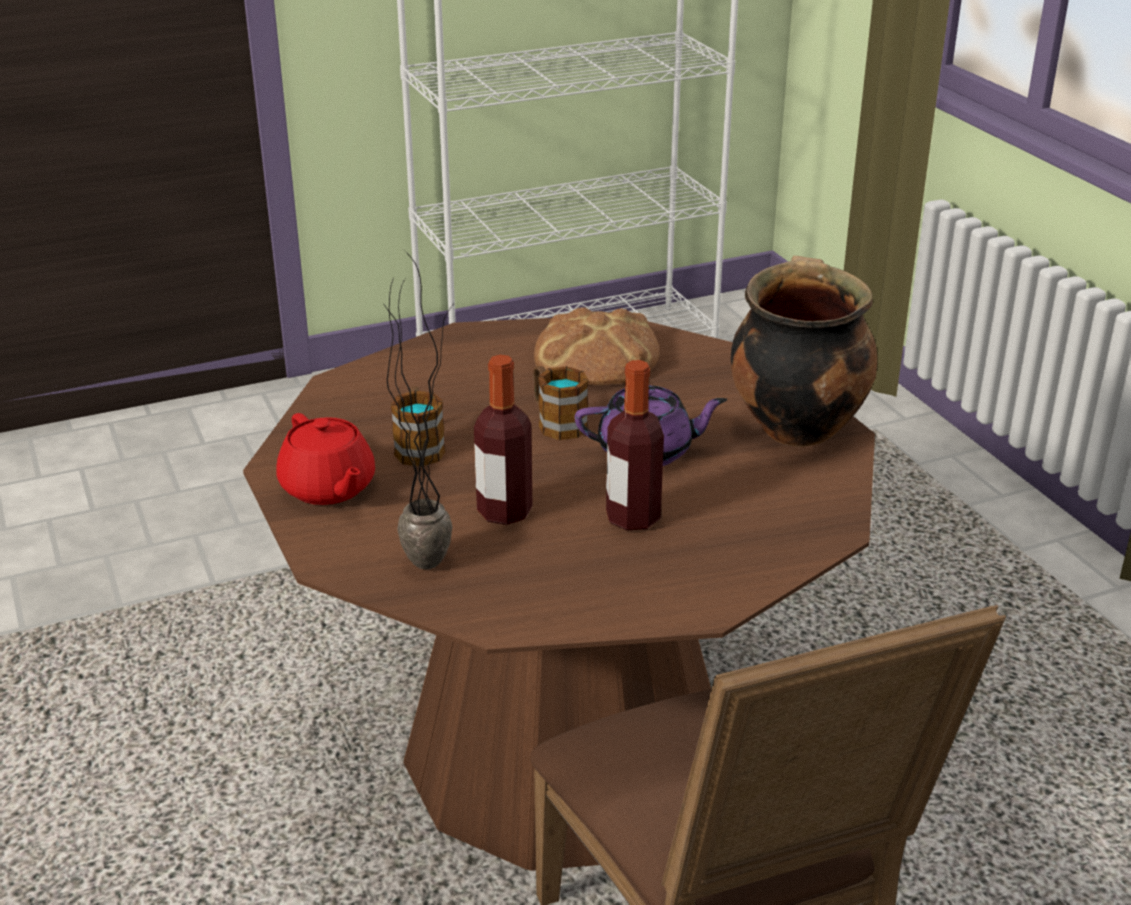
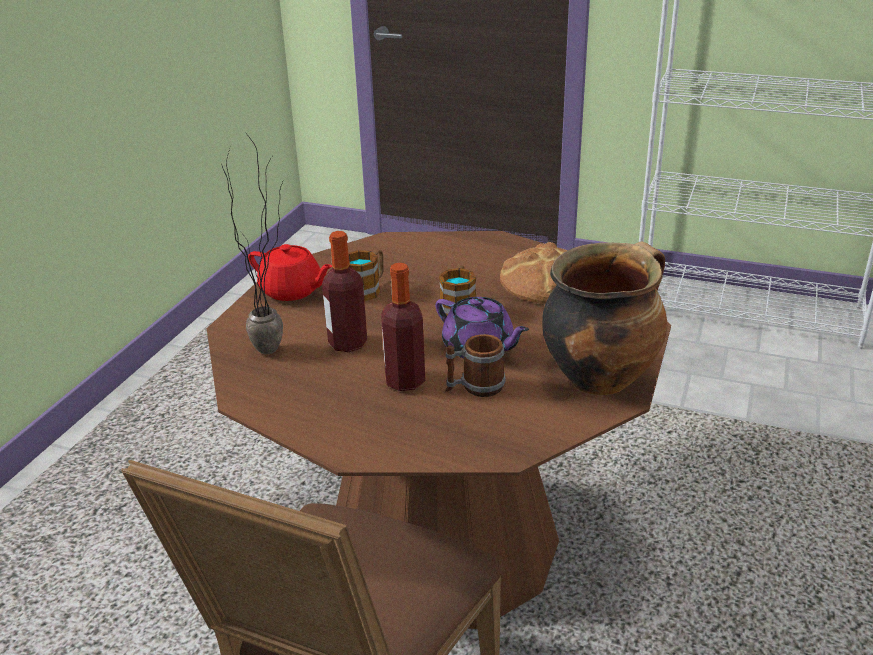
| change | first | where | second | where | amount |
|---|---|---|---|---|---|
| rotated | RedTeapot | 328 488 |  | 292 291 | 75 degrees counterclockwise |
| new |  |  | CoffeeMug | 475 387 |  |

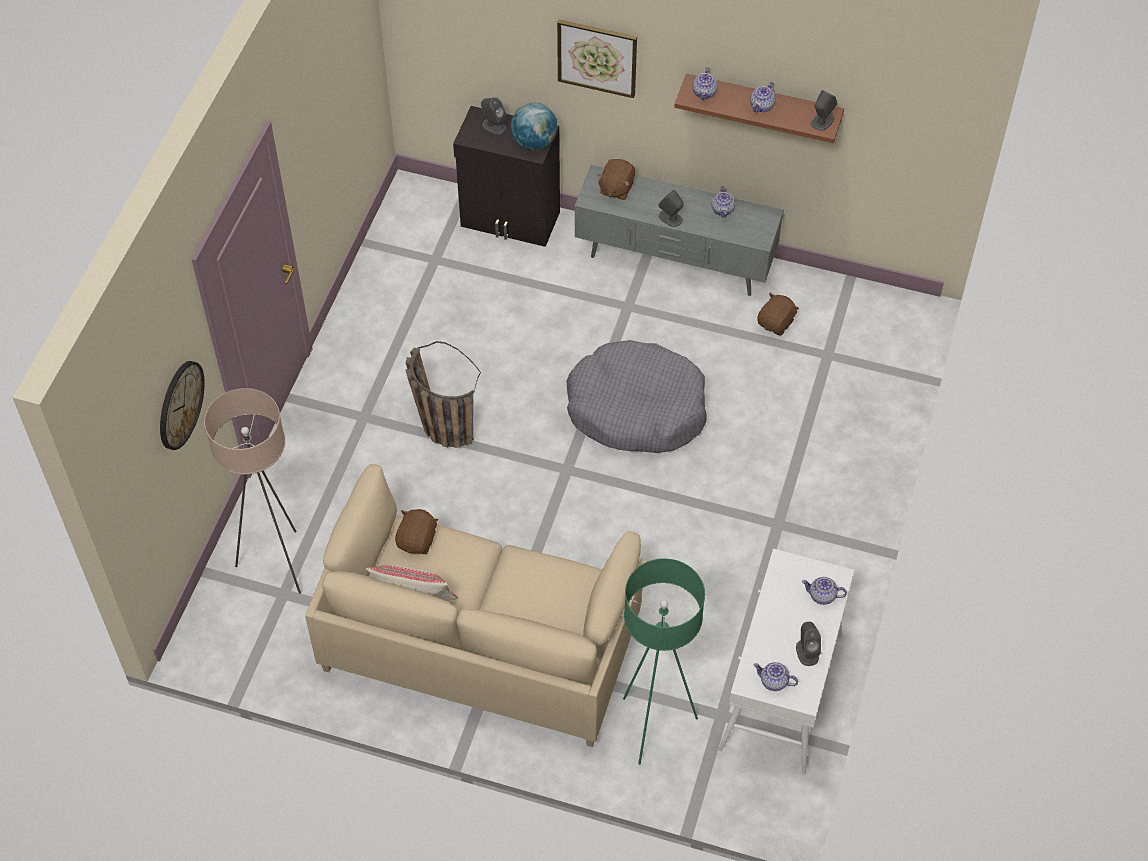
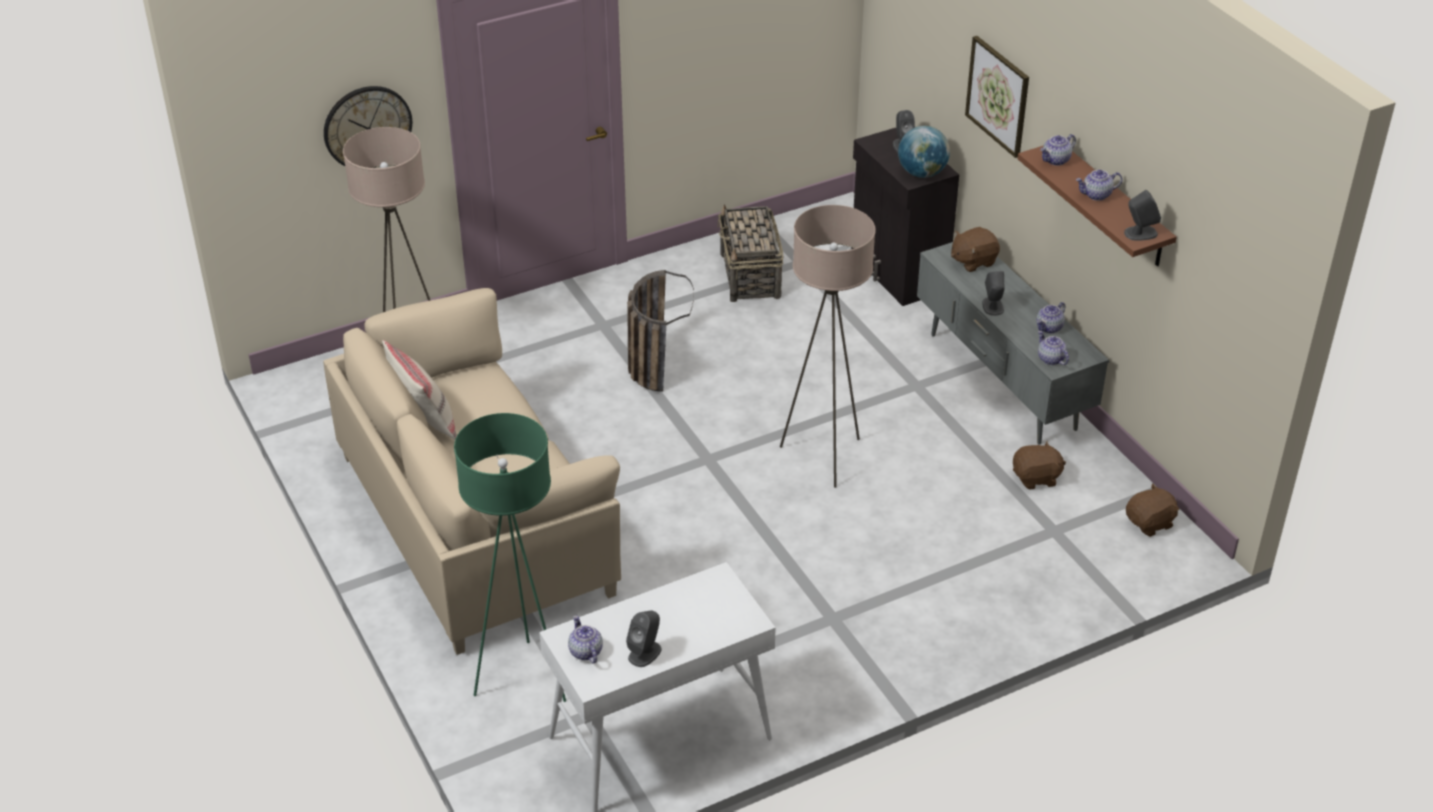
| change | first | where | second | where | amount |
|---|---|---|---|---|---|
| swapped | GrayDogCushion | 636 408 | SandColouredStandingLamp | 824 457 |  |
| shifted | BrownishSoftToy | 417 540 |  | 1150 523 |  |
| shifted | Teapot | 822 596 |  | 1050 359 |  |
| new |  |  | Basket | 750 276 |  |

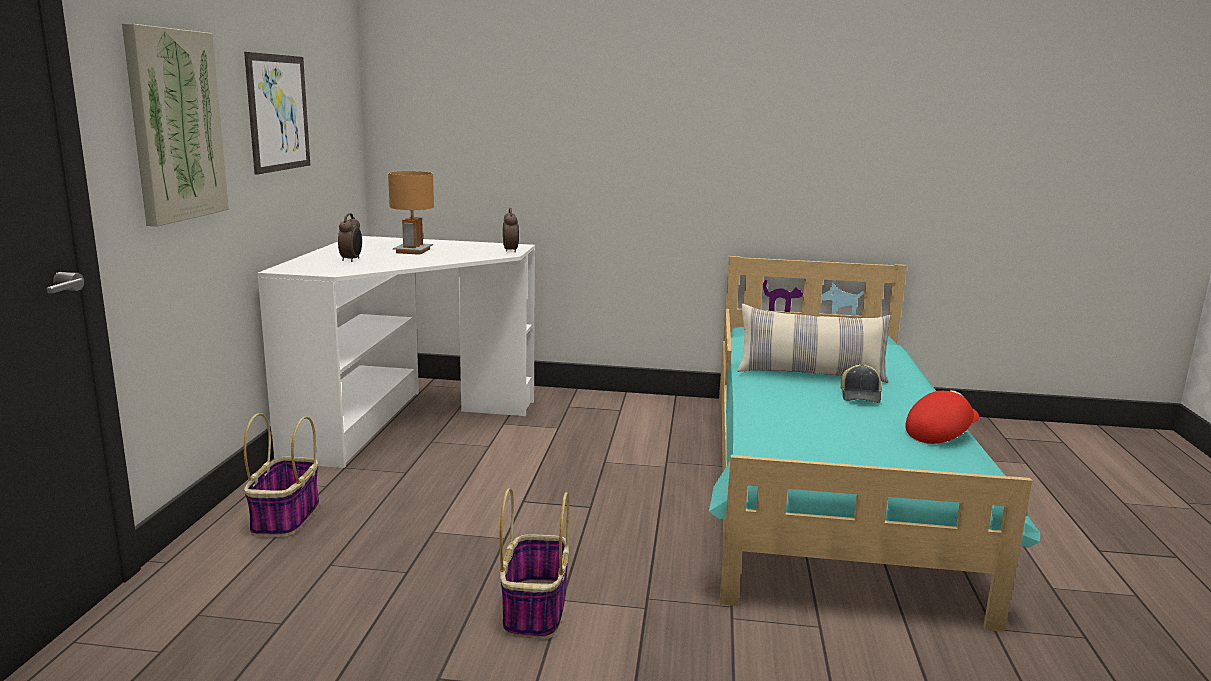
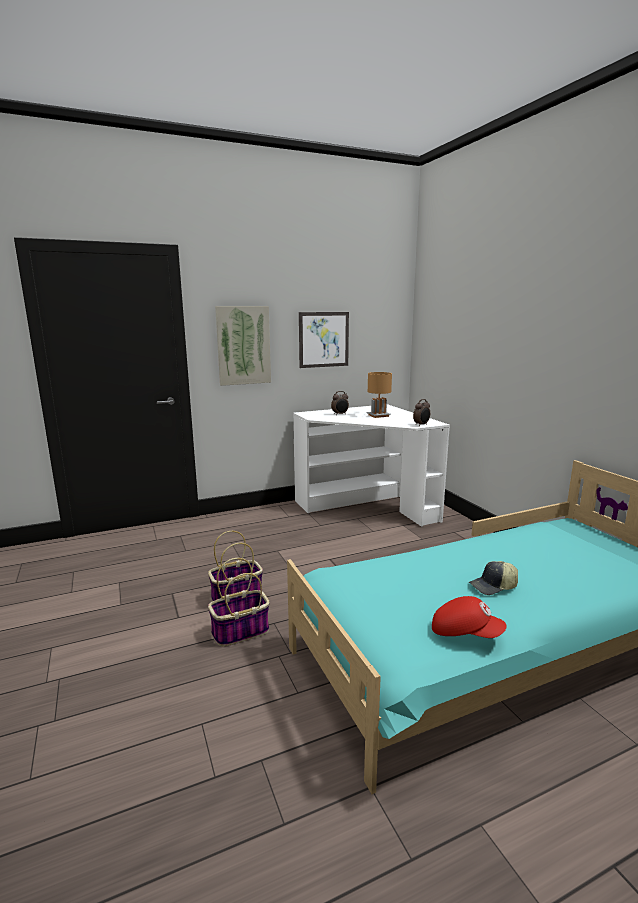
| change | first | where | second | where | amount |
|---|---|---|---|---|---|
| gone | ThrowPillow | 810 374 |  |  |  |
| shifted | Basket | 286 518 |  | 240 632 |  |

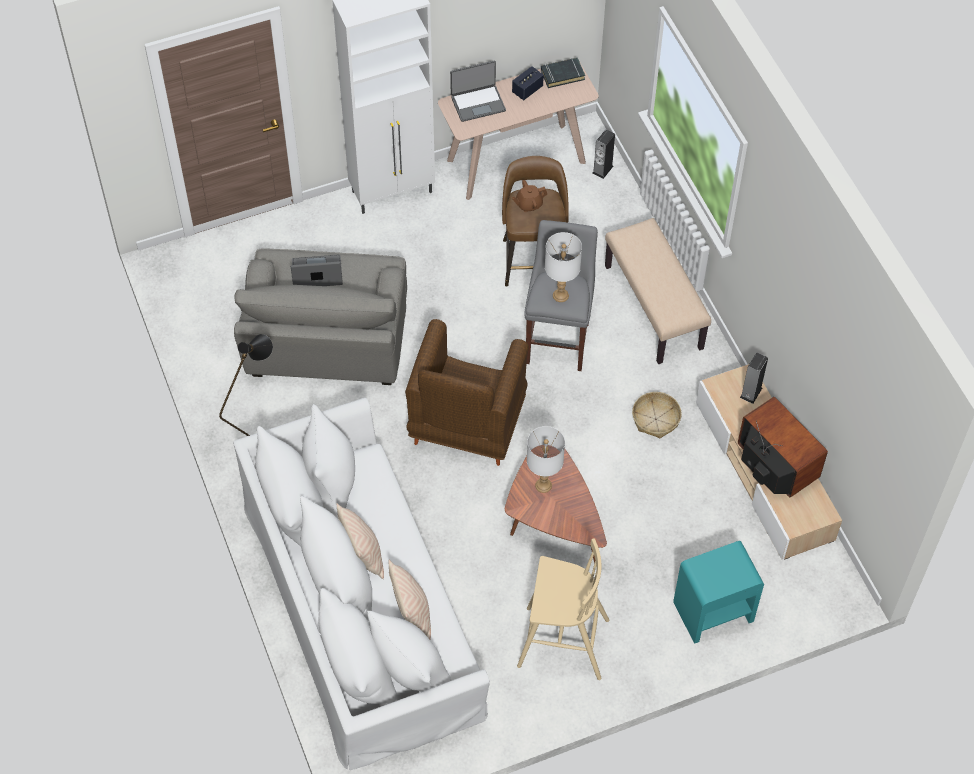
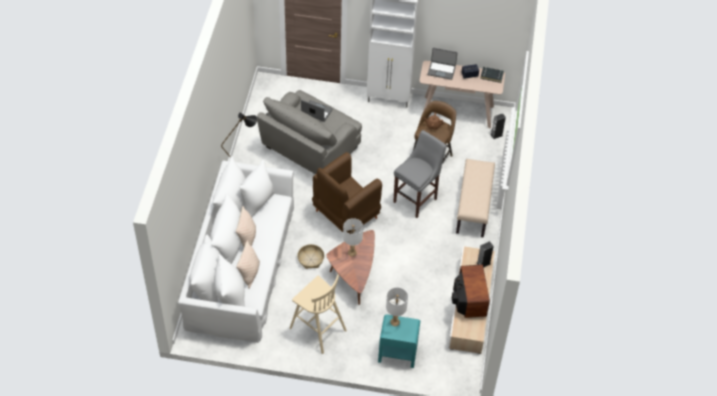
| change | first | where | second | where | amount |
|---|---|---|---|---|---|
| shifted | WhiteColouredTabletopLamp | 560 295 |  | 394 322 |  |
| shifted | Basket | 656 419 |  | 311 259 |  |

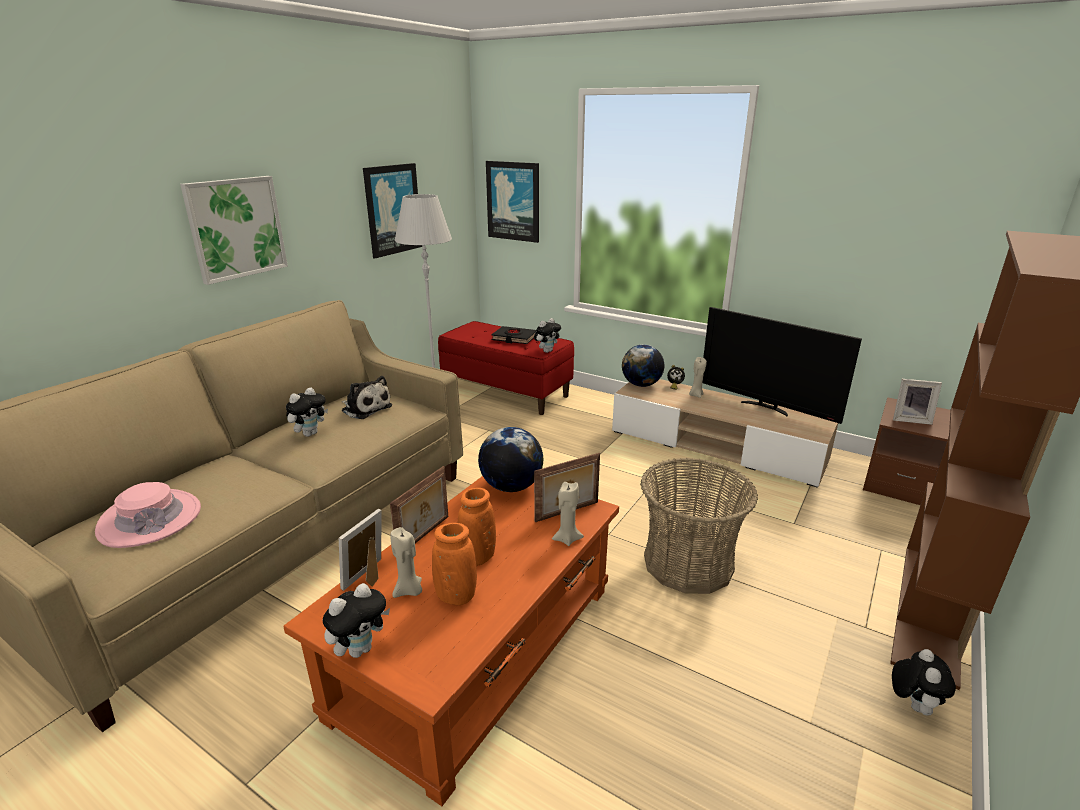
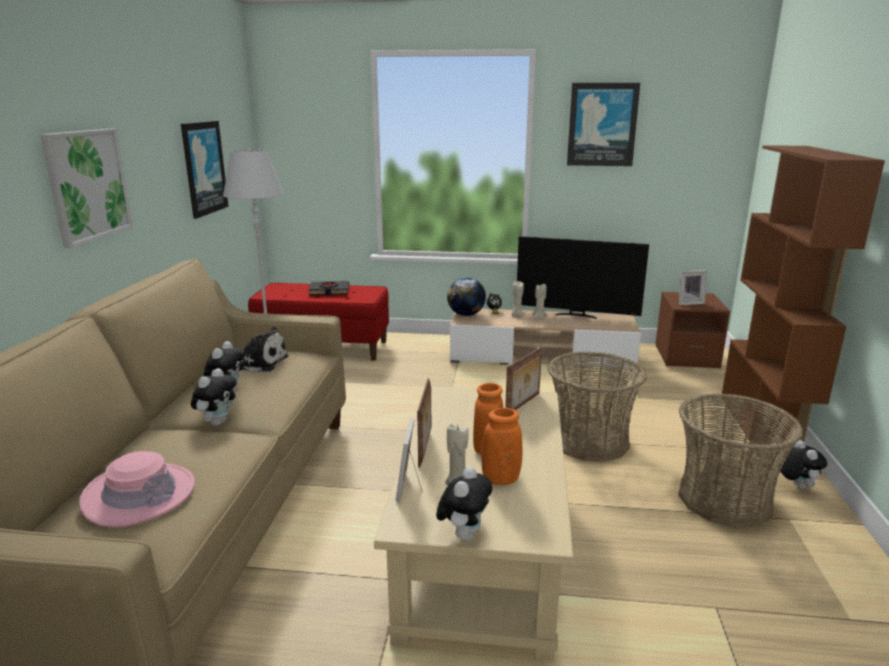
| change | first | where | second | where | amount |
|---|---|---|---|---|---|
| shifted | WallPicture | 513 201 |  | 602 125 |  |
| shifted | SoftToy | 547 351 |  | 217 422 |  |
| gone | DeskGlobe | 511 486 |  |  |  |
| repainted | OrangeColouredLowTable | 479 648 | SandColouredLowTable | 482 545 |  |
| shifted | SandColouredWaxCandle | 567 539 |  | 539 318 |  |
| new |  |  | Basket | 725 499 |  |

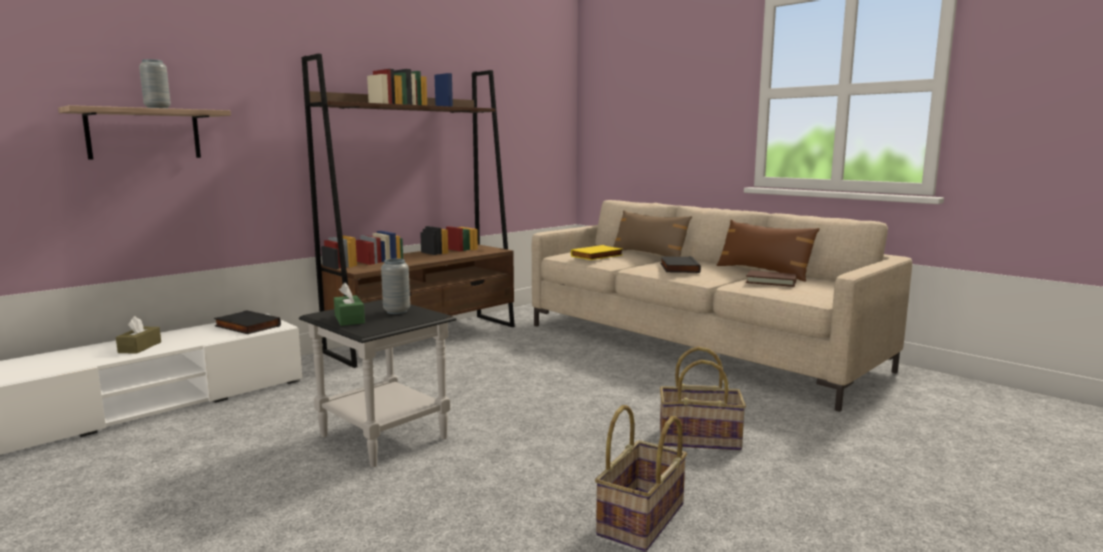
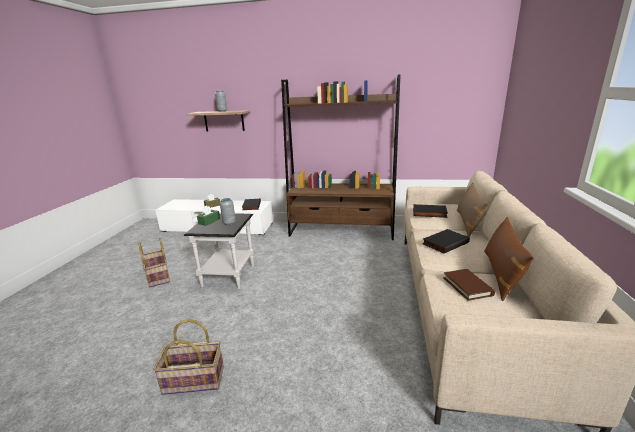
| change | first | where | second | where | amount |
|---|---|---|---|---|---|
| repainted | YellowishVolume | 597 256 | BlackishVolume | 429 213 |  |
| shifted | Basket | 699 438 |  | 159 276 |  |

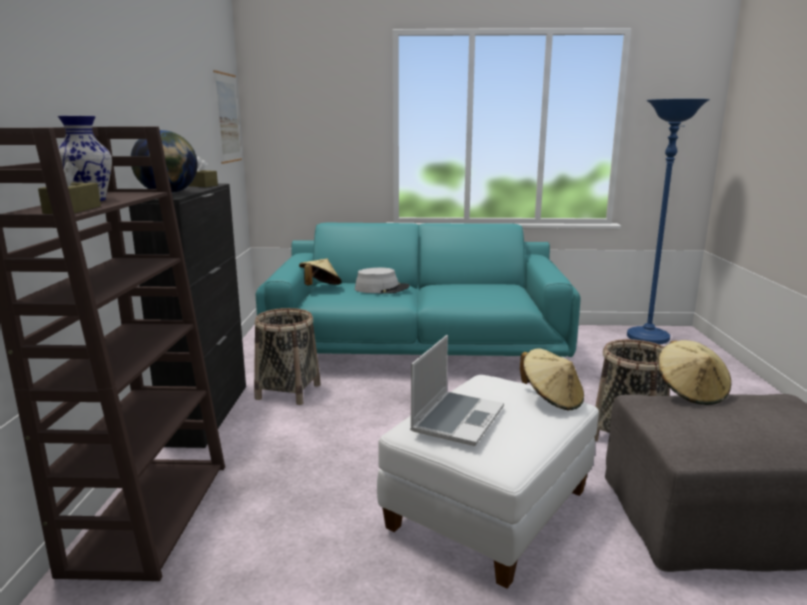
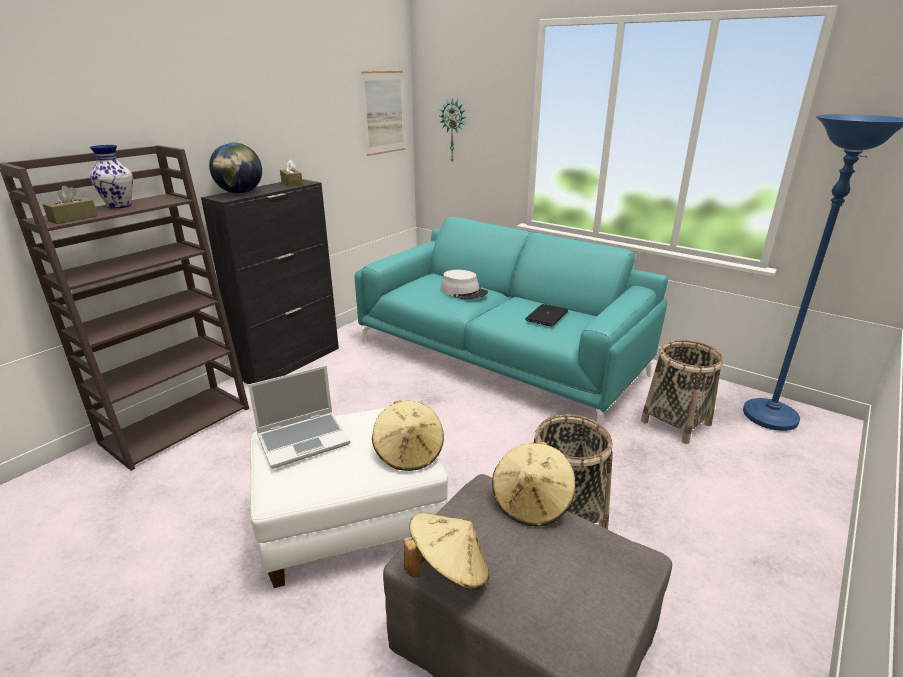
| change | first | where | second | where | amount |
|---|---|---|---|---|---|
| shifted | SandColouredHat | 320 287 |  | 448 570 |  |
| shifted | Basket | 288 391 |  | 676 423 |  |
| new |  |  | HangingClock | 453 131 |  |
| new |  |  | Laptop | 547 316 |  |

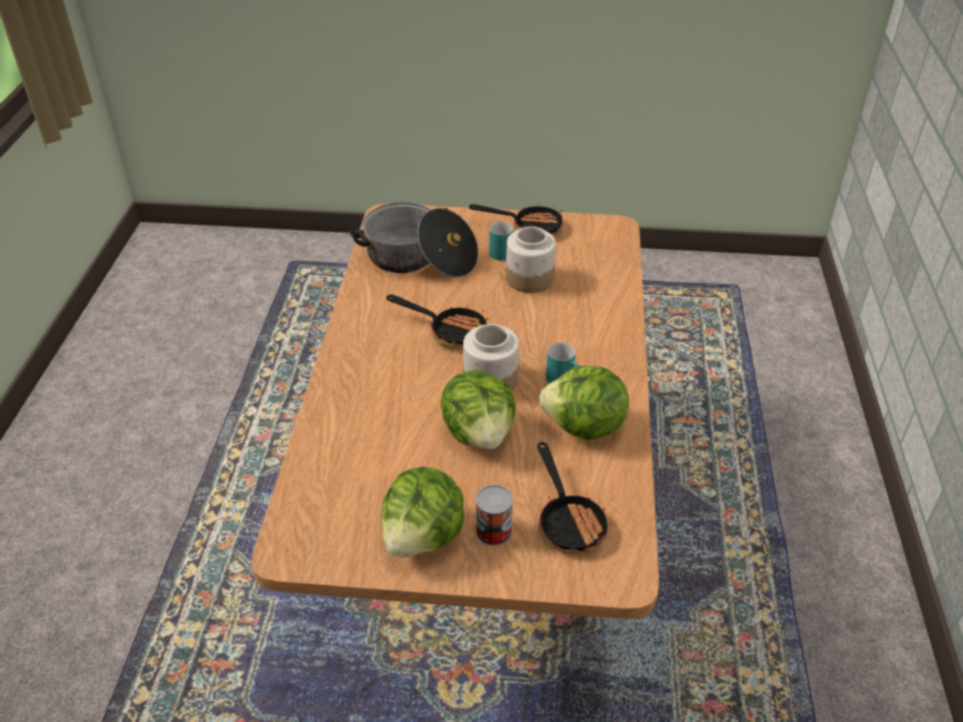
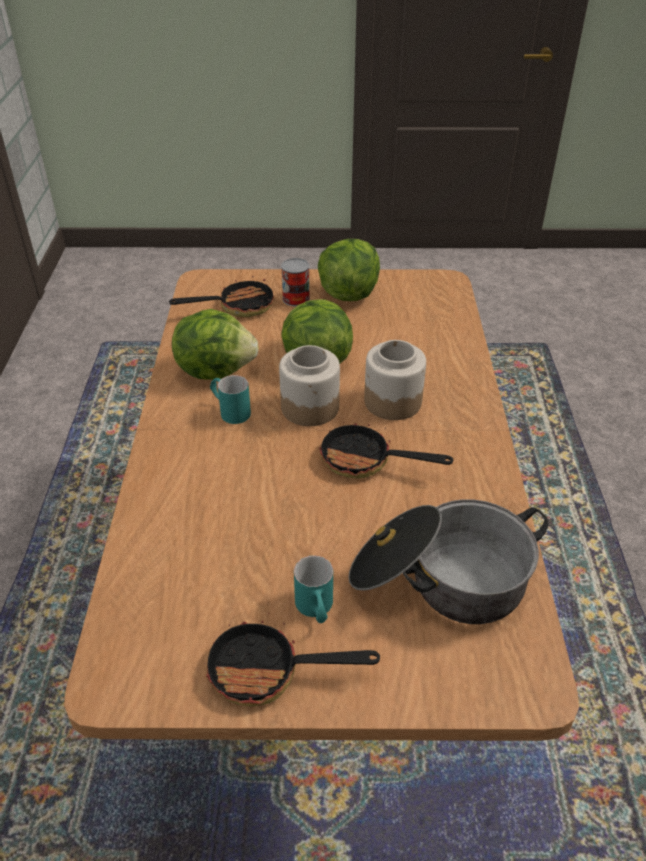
| change | first | where | second | where | amount |
|---|---|---|---|---|---|
| shifted | Jar | 529 279 |  | 392 401 |  |
| rotated | Skillet | 568 521 |  | 238 307 | 90 degrees clockwise |

